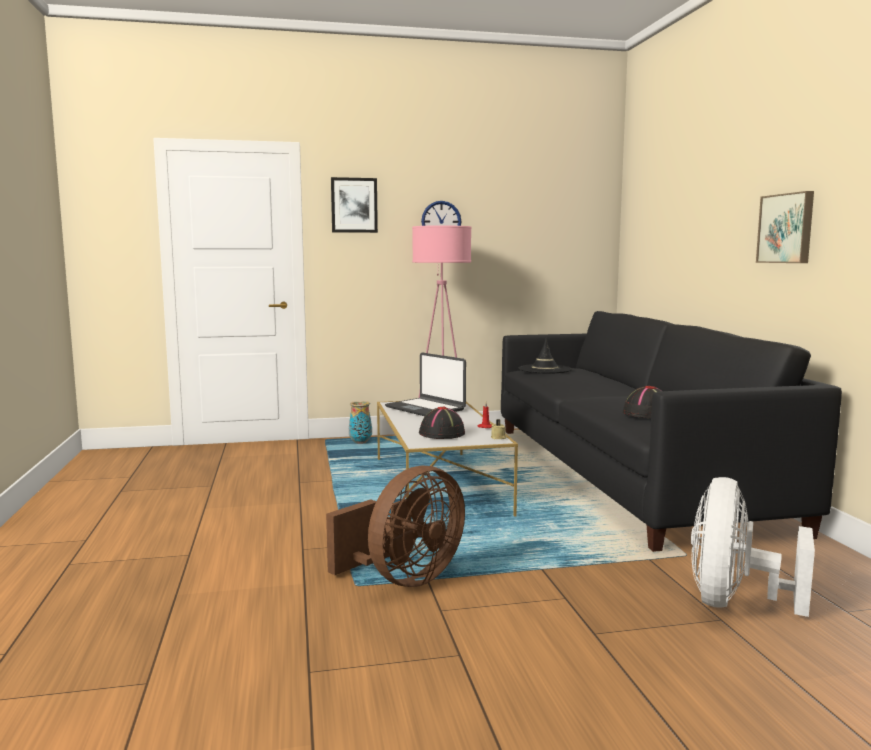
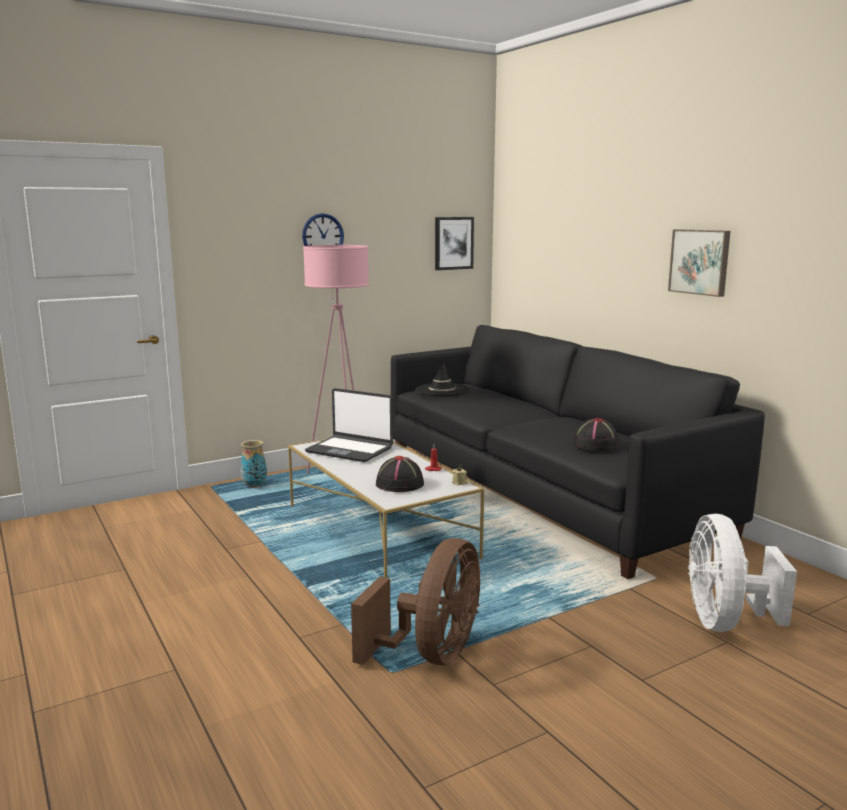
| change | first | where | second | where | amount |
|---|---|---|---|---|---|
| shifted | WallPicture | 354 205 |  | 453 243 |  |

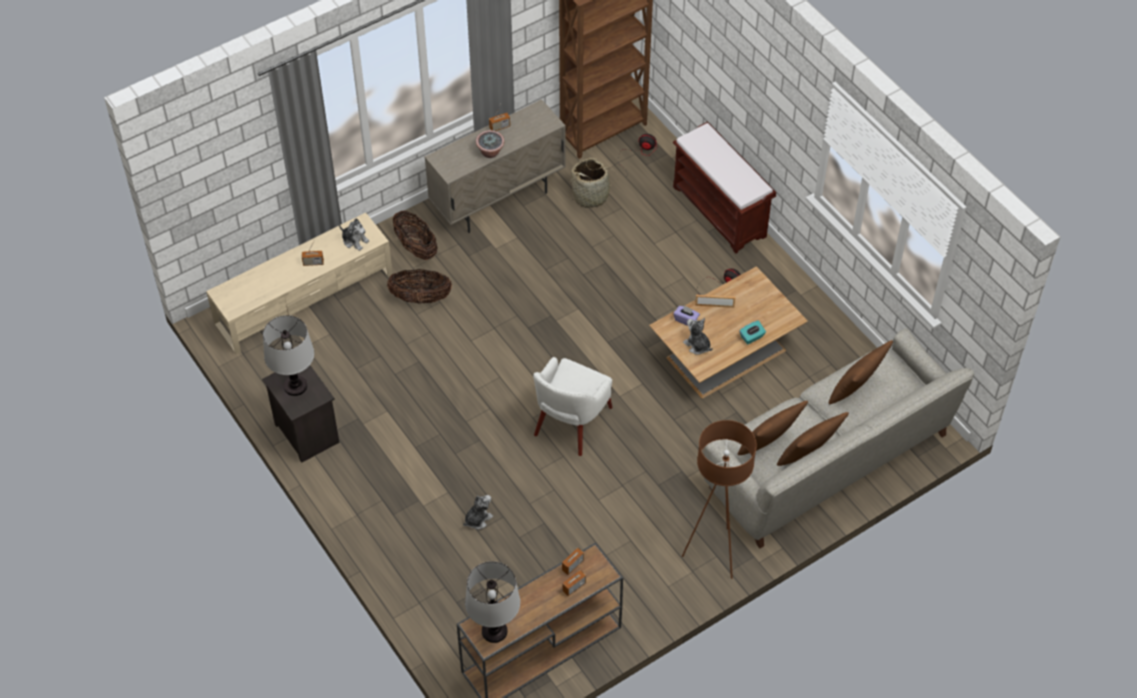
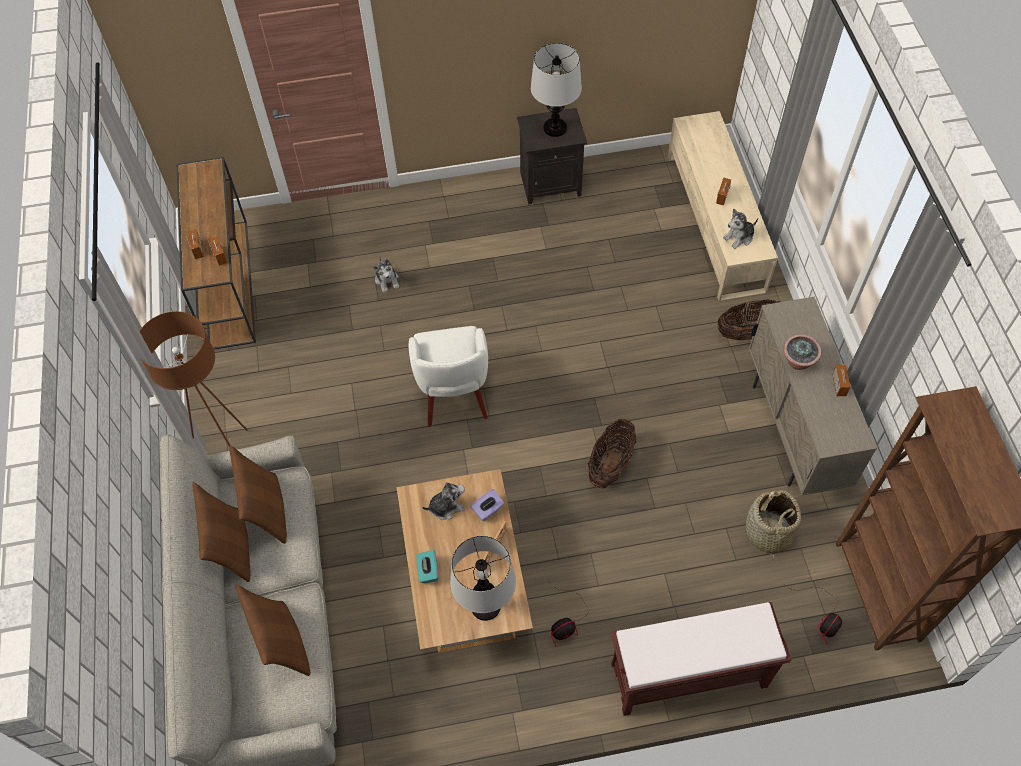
| change | first | where | second | where | amount |
|---|---|---|---|---|---|
| shifted | Basket | 420 298 |  | 610 464 |  |
| rotated | WhiteColouredEasyChair | 571 423 |  | 453 393 | 150 degrees counterclockwise |
| shifted | TabletopLamp | 494 631 |  | 485 605 |  |

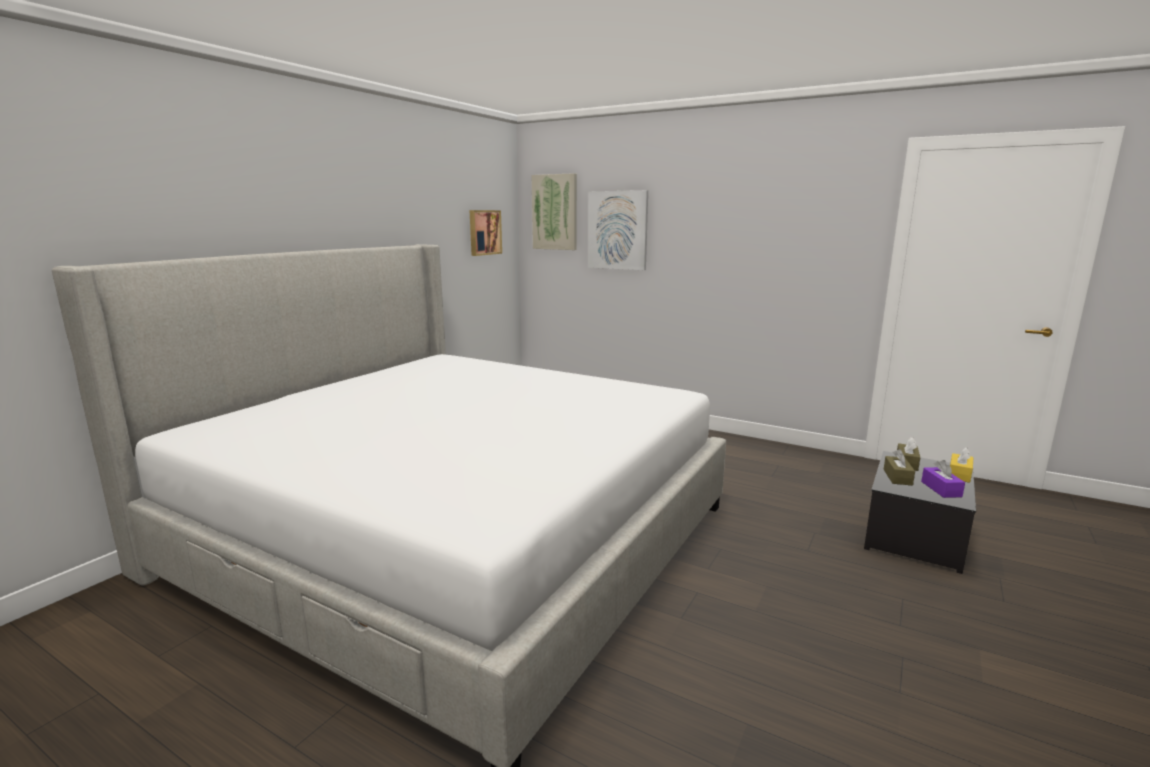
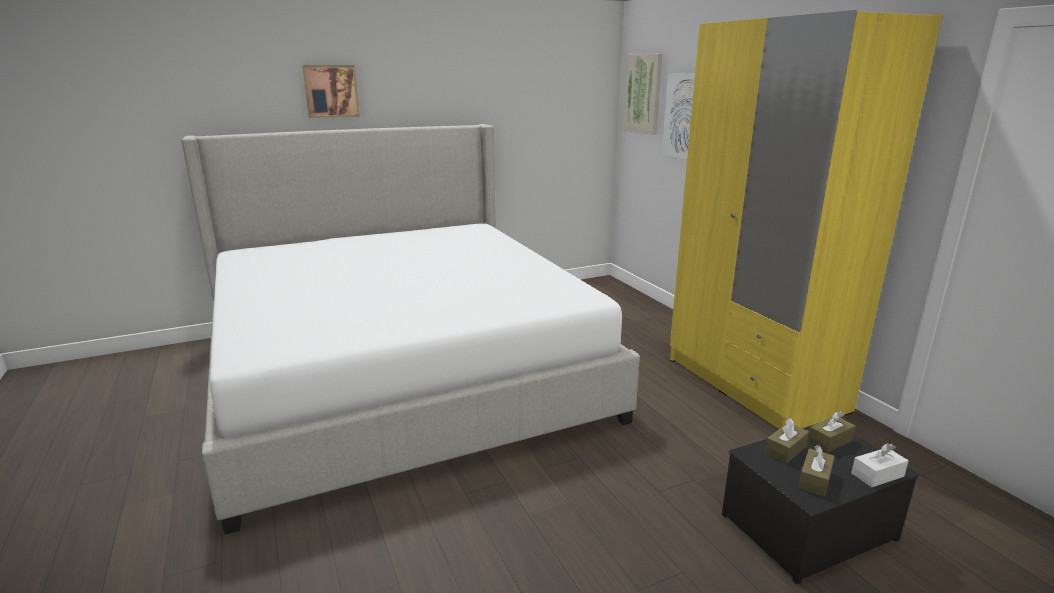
| change | first | where | second | where | amount |
|---|---|---|---|---|---|
| shifted | WallPicture | 484 232 |  | 331 91 |  |
| repainted | YellowishBoxOfTissues | 959 474 | WhiteColouredBoxOfTissues | 877 475 |  |
| repainted | PurpleBoxOfTissues | 941 489 | BrownishBoxOfTissues | 814 480 |  |
| new |  |  | YellowishWardrobe | 754 384 |  |

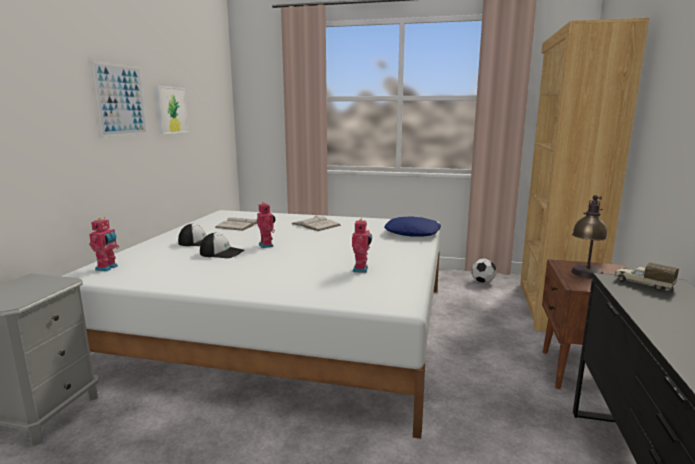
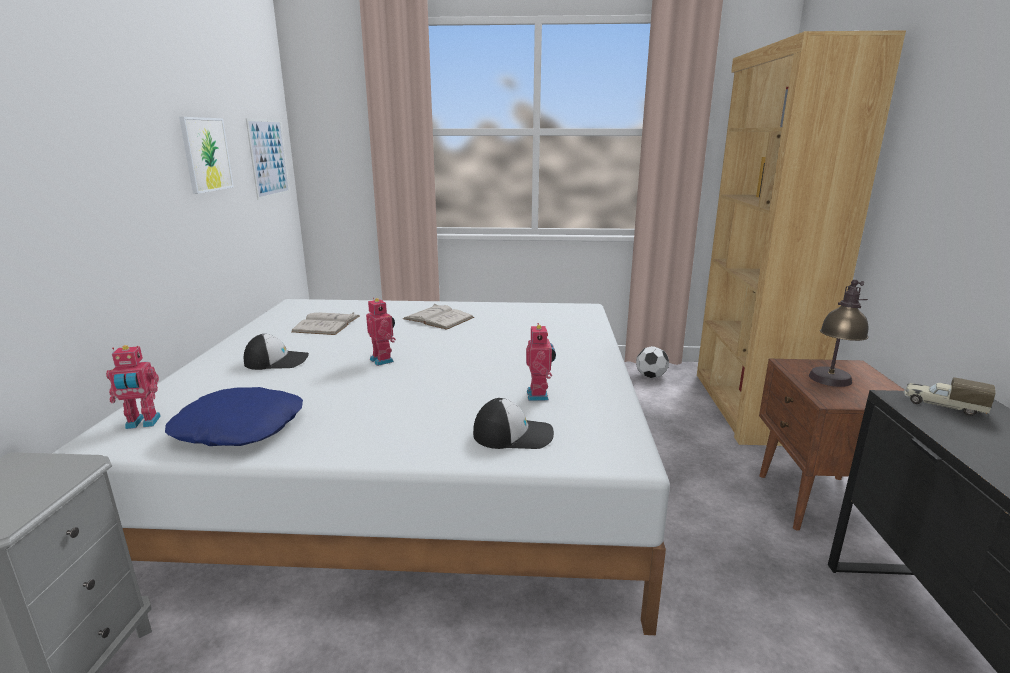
| change | first | where | second | where | amount |
|---|---|---|---|---|---|
| shifted | WallPicture | 121 100 |  | 268 158 |  |
| shifted | BluishThrowPillow | 412 233 |  | 240 427 |  |
| rotated | ToyRobot | 108 268 |  | 142 423 | 75 degrees clockwise |
| shifted | BaseballCap | 222 253 |  | 513 434 |  |

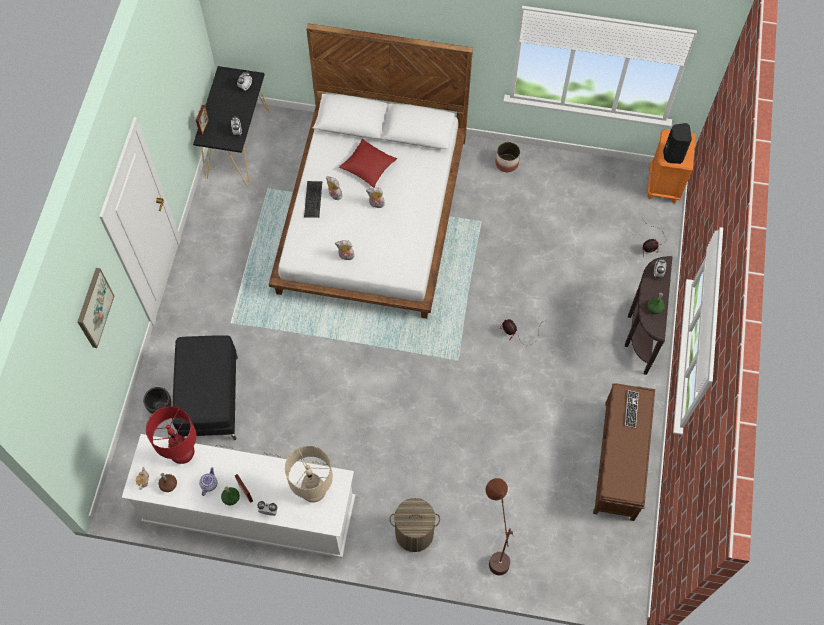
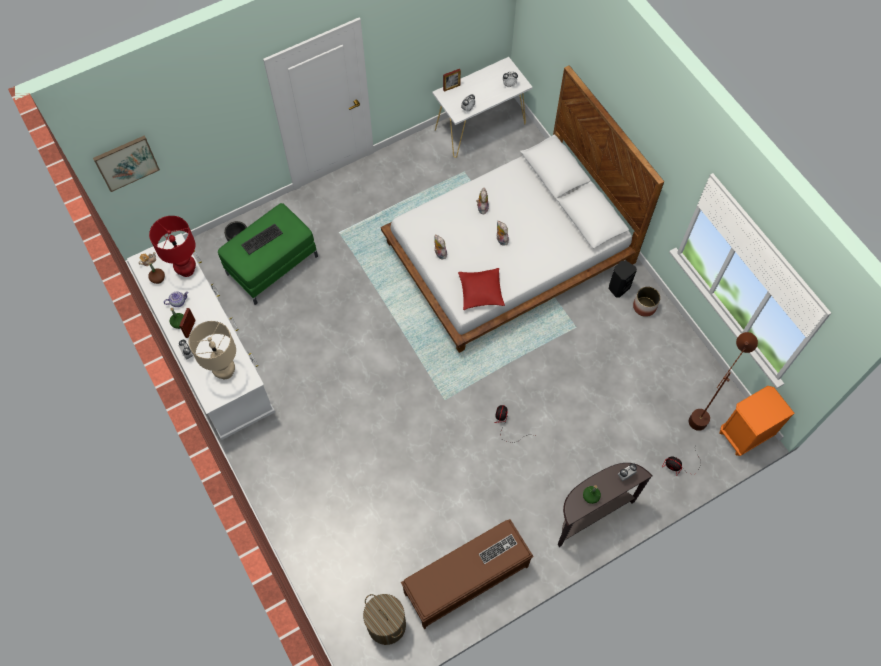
| change | first | where | second | where | amount |
|---|---|---|---|---|---|
| repainted | BlackishHallTable | 238 144 | WhiteColouredHallTable | 480 126 |  |
| shifted | BlackishSpeaker | 672 155 |  | 618 287 |  |
| shifted | RedThrowPillow | 368 166 |  | 481 291 |  |
| shifted | ComputerKeyboard | 312 199 |  | 262 239 |  |
| shifted | WallPicture | 94 308 |  | 126 162 |  |
| repainted | BlackishFootrest | 210 397 | GreenishFootrest | 272 264 |  |
| shifted | BrownishStandingLamp | 493 548 |  | 704 409 |  |
| shifted | Hamper | 414 533 |  | 386 625 |  |

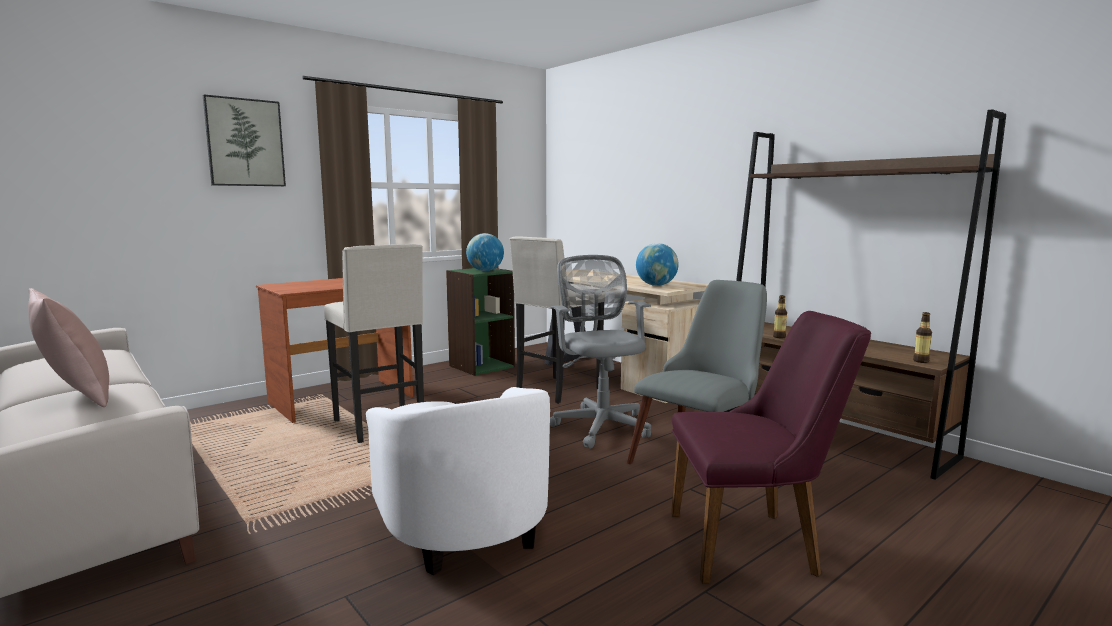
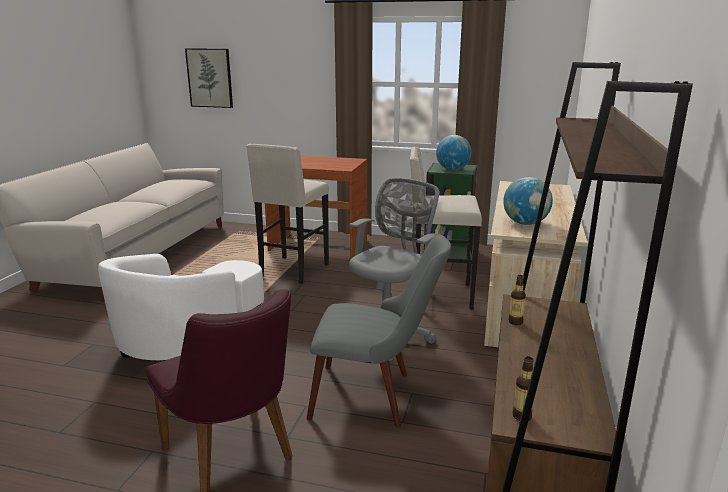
| change | first | where | second | where | amount |
|---|---|---|---|---|---|
| shifted | WallPicture | 245 142 |  | 210 78 |  |
| gone | PinkThrowPillow | 76 397 |  |  |  |

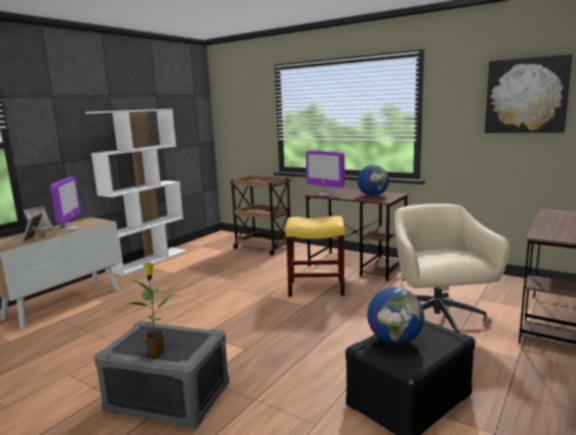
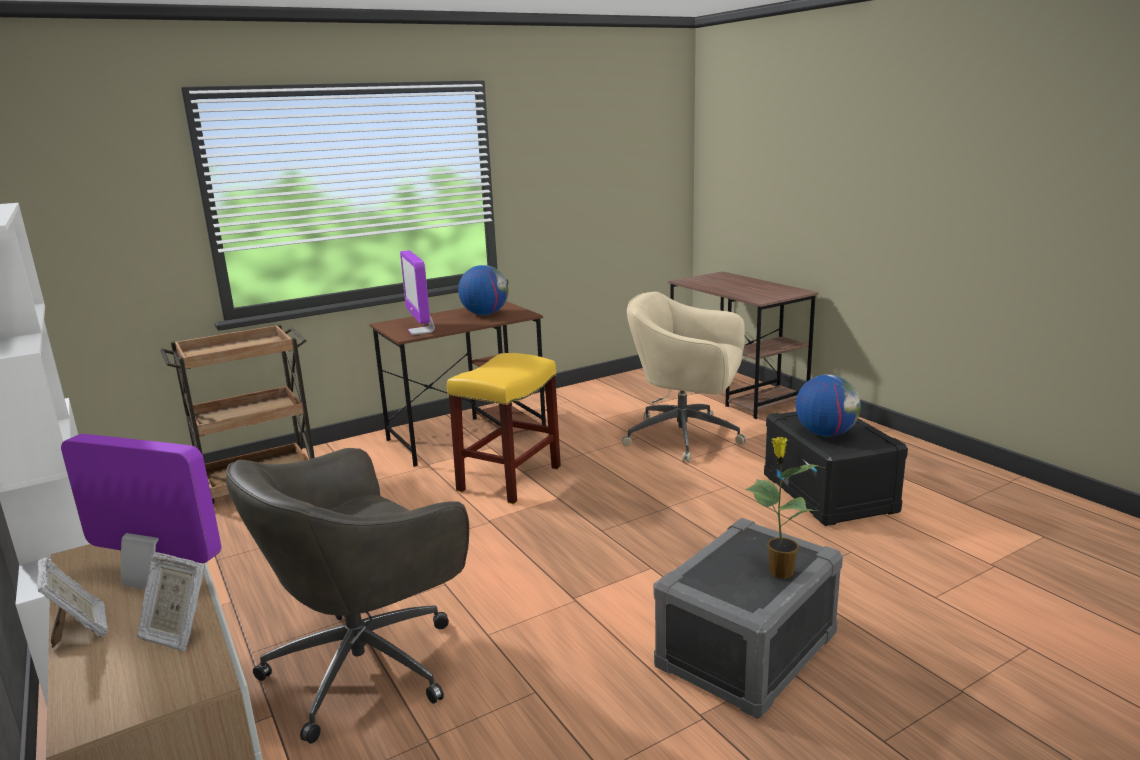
| change | first | where | second | where | amount |
|---|---|---|---|---|---|
| gone | WallPicture | 526 95 |  |  |  |
| rotated | ComputerDisplay | 326 194 |  | 421 331 | 90 degrees clockwise |
| new |  |  | GrayComputerChair | 368 665 |  |

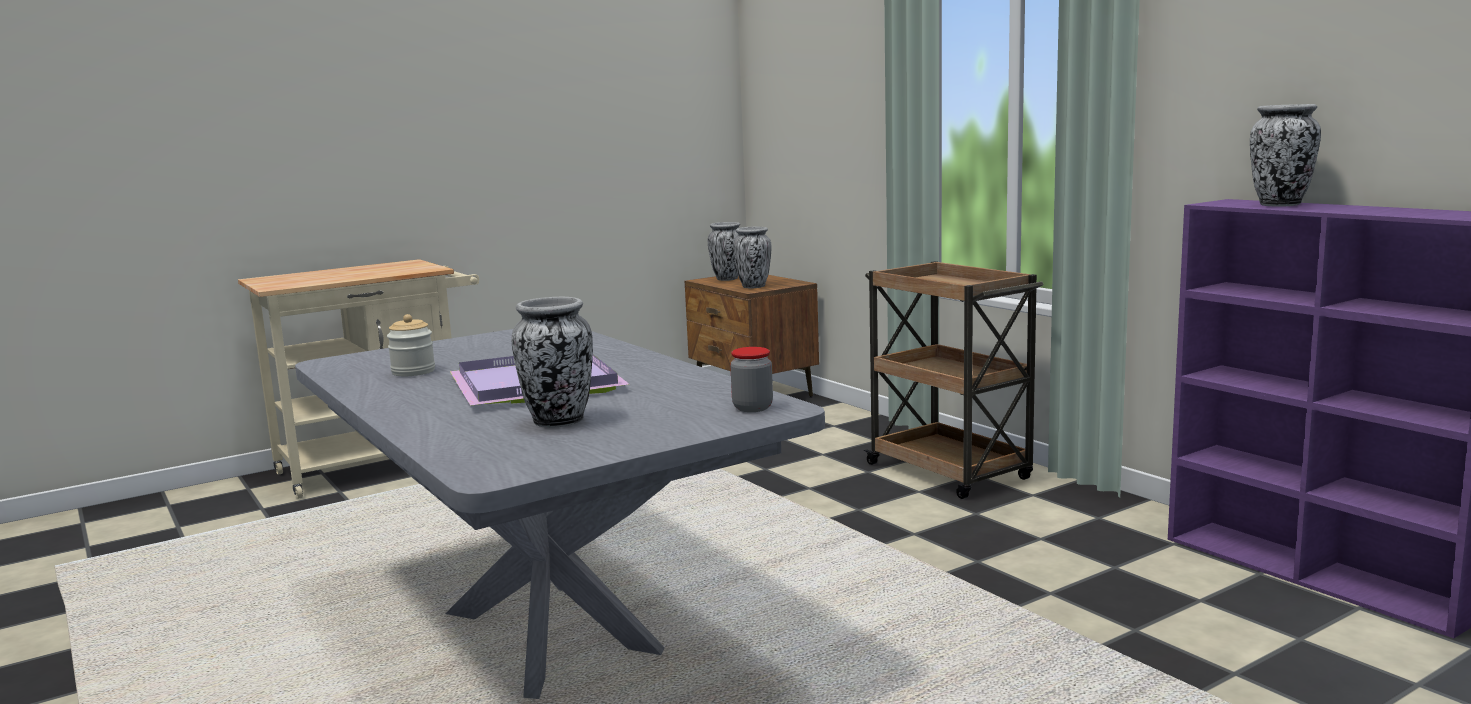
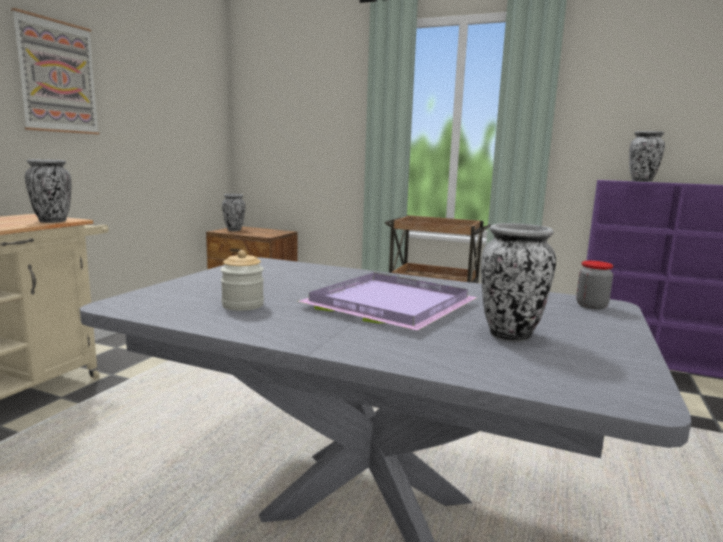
| change | first | where | second | where | amount |
|---|---|---|---|---|---|
| shifted | DecorativeVase | 753 286 |  | 52 221 |  |
| new |  |  | WallPicture | 57 77 |  |

